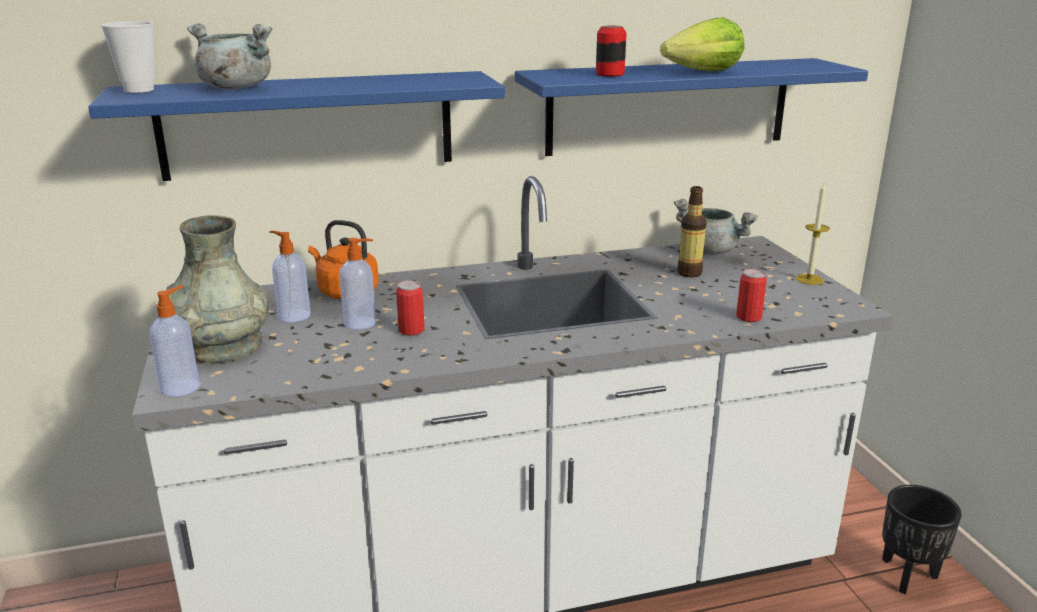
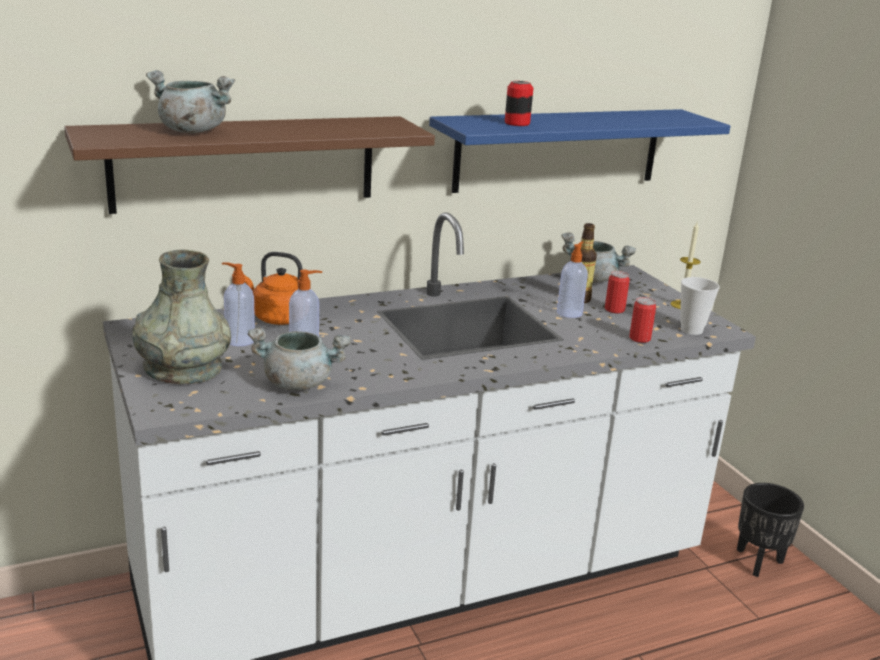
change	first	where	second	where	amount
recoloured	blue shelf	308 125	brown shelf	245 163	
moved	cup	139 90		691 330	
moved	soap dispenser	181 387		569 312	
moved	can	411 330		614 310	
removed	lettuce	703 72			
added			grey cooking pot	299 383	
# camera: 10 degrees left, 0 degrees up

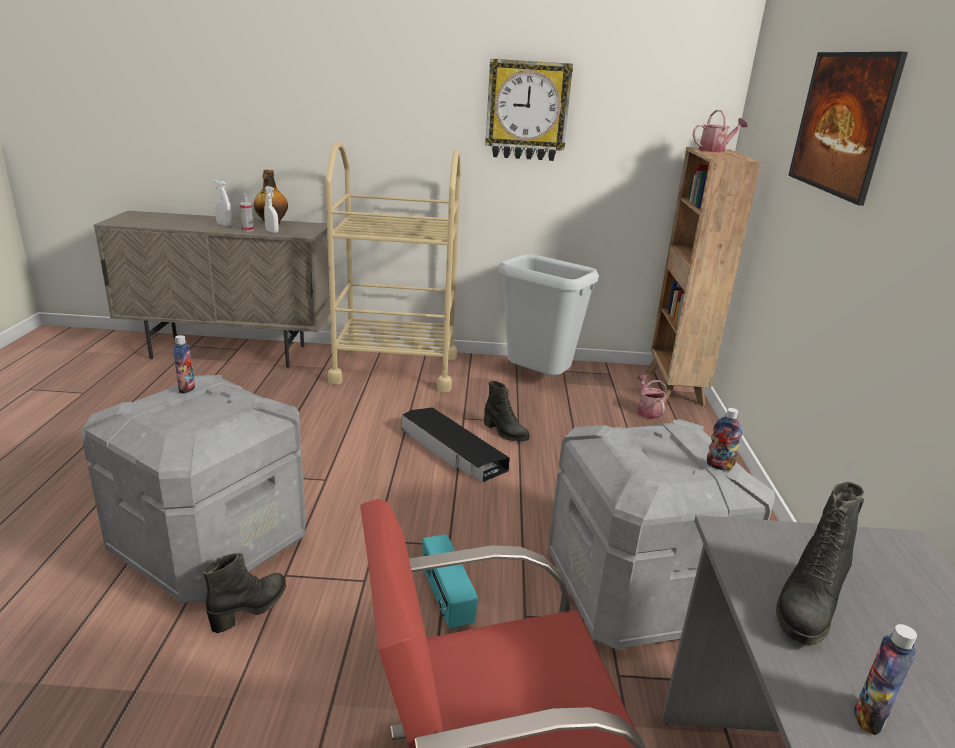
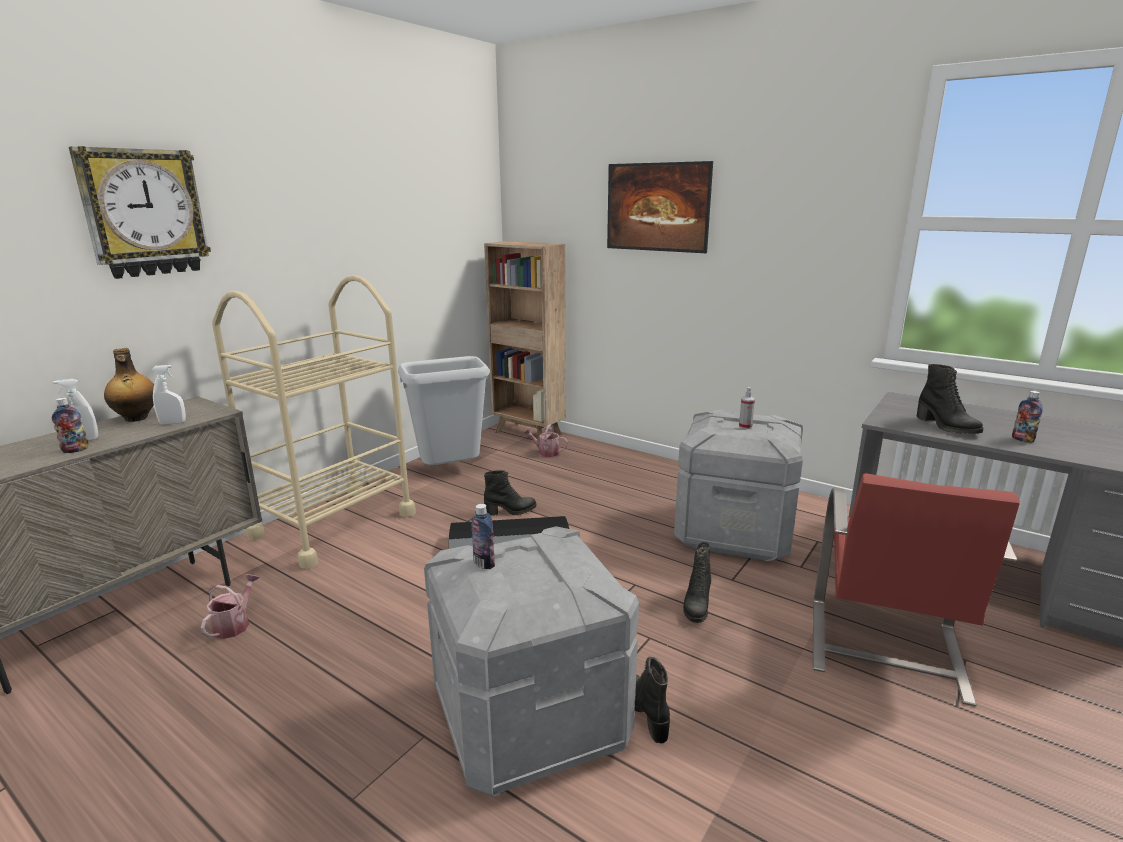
change	first	where	second	where	amount
moved	spray bottle	247 230		745 426	
replaced	radio	446 599	black boot	696 606	
moved	wall clock	527 111		144 213	
moved	watering can	715 150		234 624	
moved	bottle	719 466		75 450	
# camera: 55 degrees left, 5 degrees down

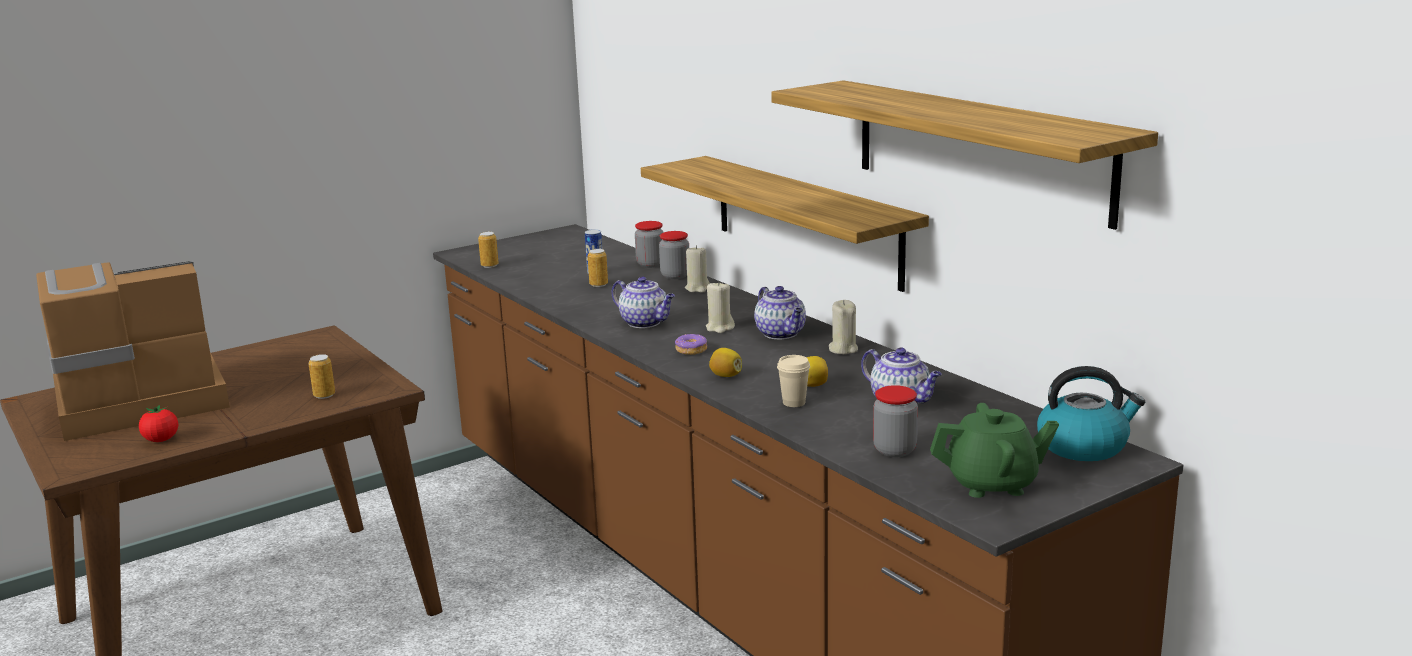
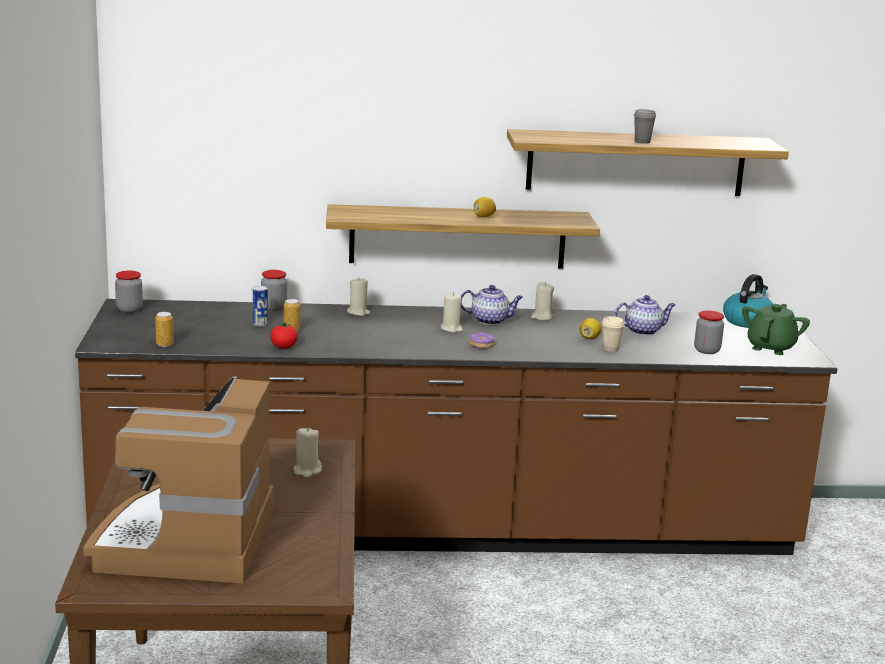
change	first	where	second	where	amount
moved	tomato	161 440		283 347	
replaced	can	324 395	beige candle	307 471	
removed	teapot	645 323			
moved	jar	675 275		129 309	
moved	lemon	726 376		483 217	
added			grey cup	642 142	
# camera: 60 degrees left, 0 degrees up

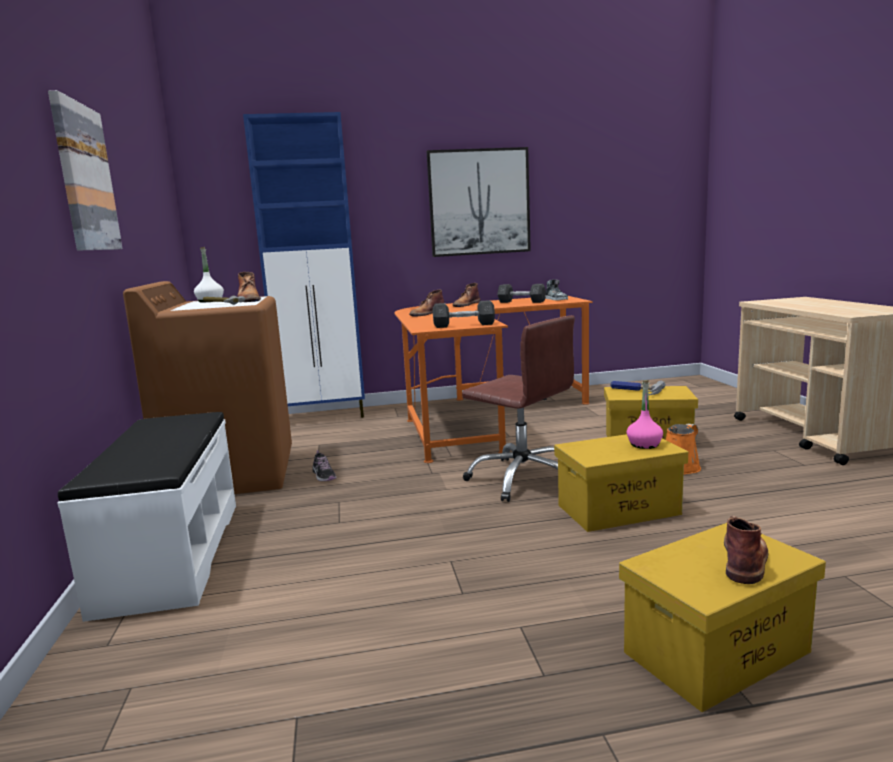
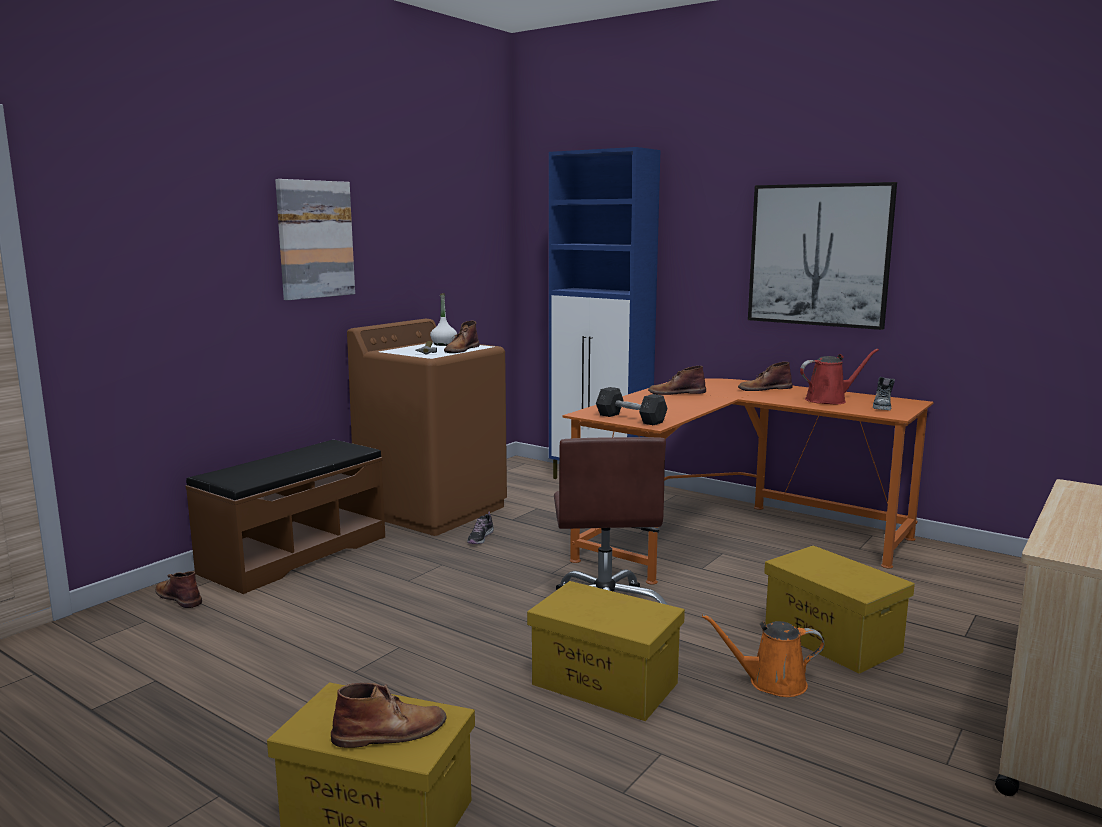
change	first	where	second	where	amount
recoloured	white bench	170 554	brown bench	294 554	
replaced	grey dumbbell	521 302	red watering can	829 400	
removed	hammer	634 391			
removed	pink bottle	644 444			
added			brown boot	179 597	
# camera: 45 degrees right, 0 degrees up

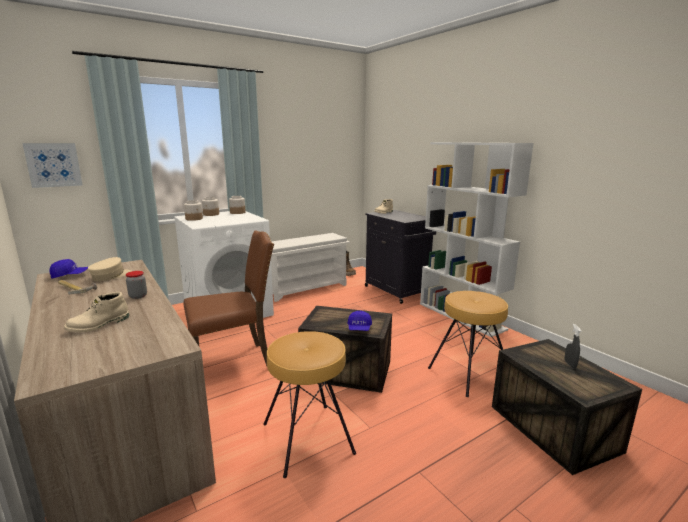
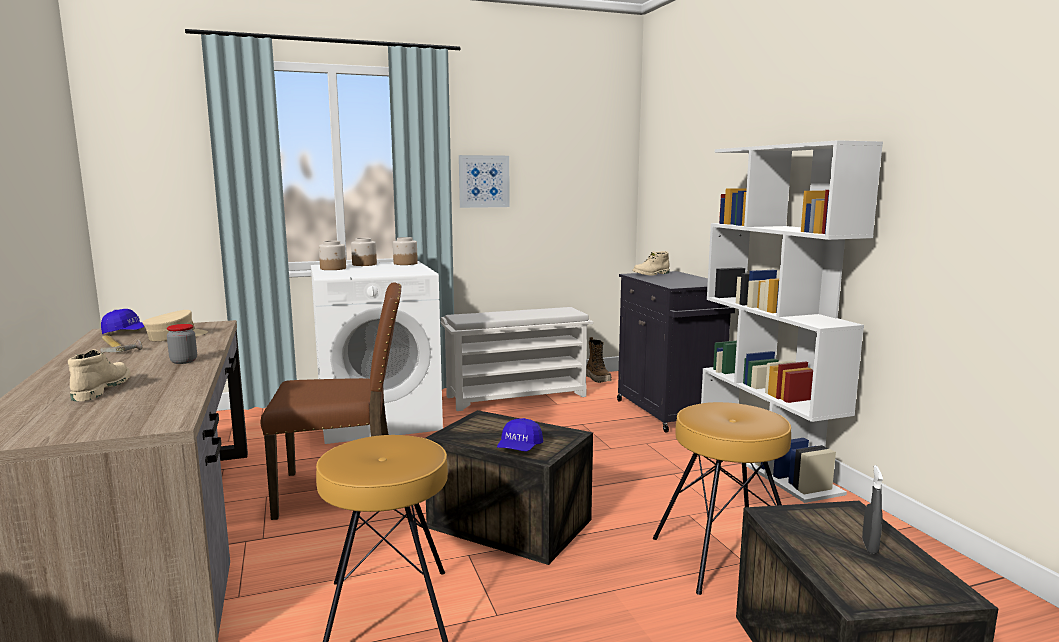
change	first	where	second	where	amount
moved	picture	53 165		484 181	
turned	beige boot	99 325		100 389	120 degrees clockwise
# camera: 15 degrees right, 5 degrees down

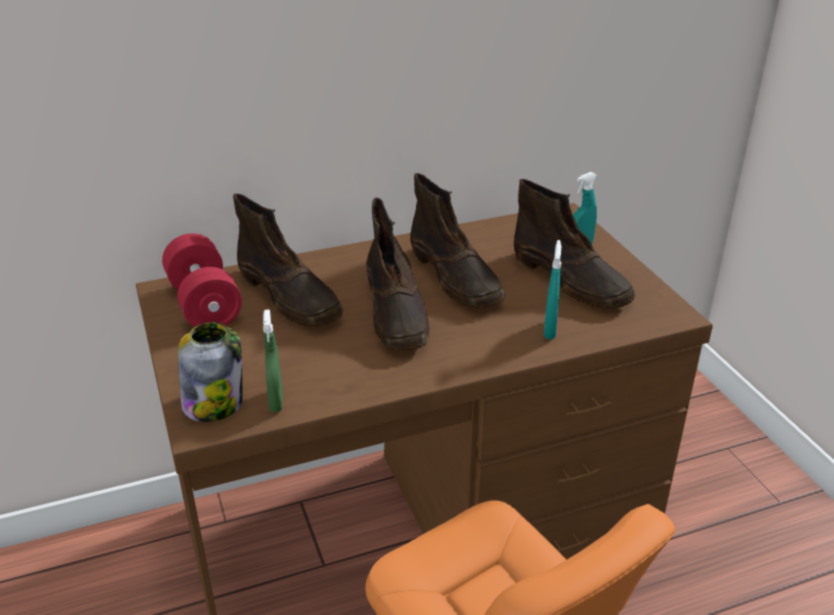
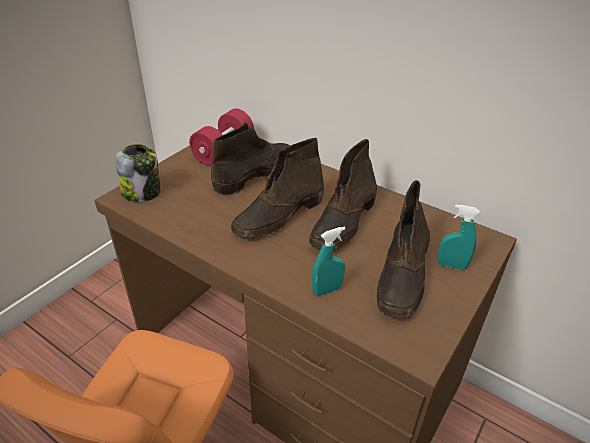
change	first	where	second	where	amount
turned	brown boot	290 297		256 173	150 degrees counterclockwise
removed	green spray bottle	276 401			
# camera: 55 degrees right, 5 degrees up

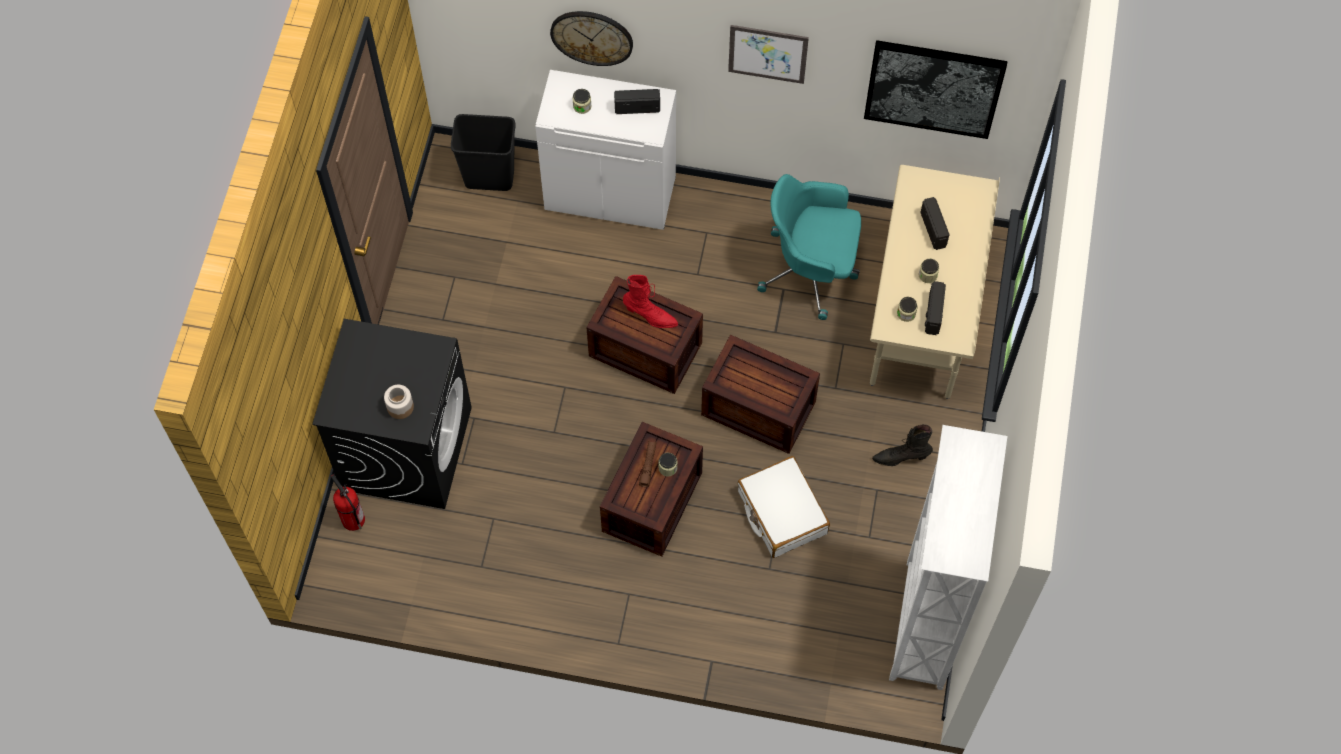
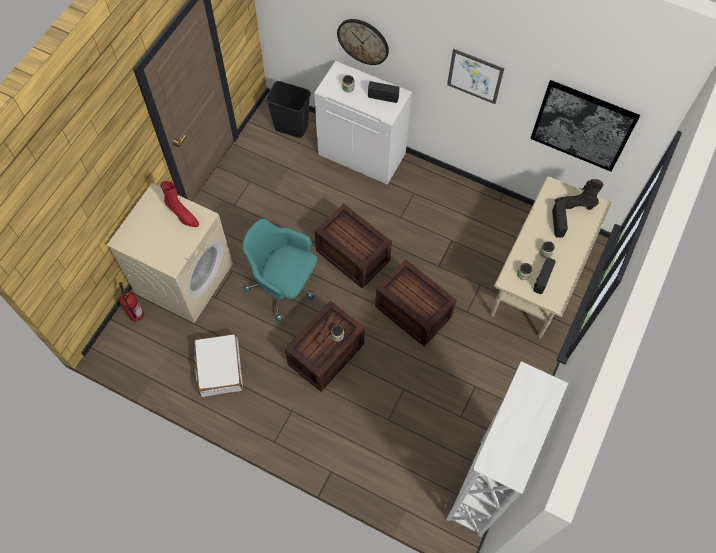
change	first	where	second	where	amount
recoloured	black washing machine	406 447	beige washing machine	184 278	
removed	jar	400 407			
moved	red boot	650 316		183 216	
moved	white suitcase	781 512		219 368	
moved	turquoise office chair	811 270		284 286	
moved	black boot	901 457		574 205	
# camera: 15 degrees right, 0 degrees up

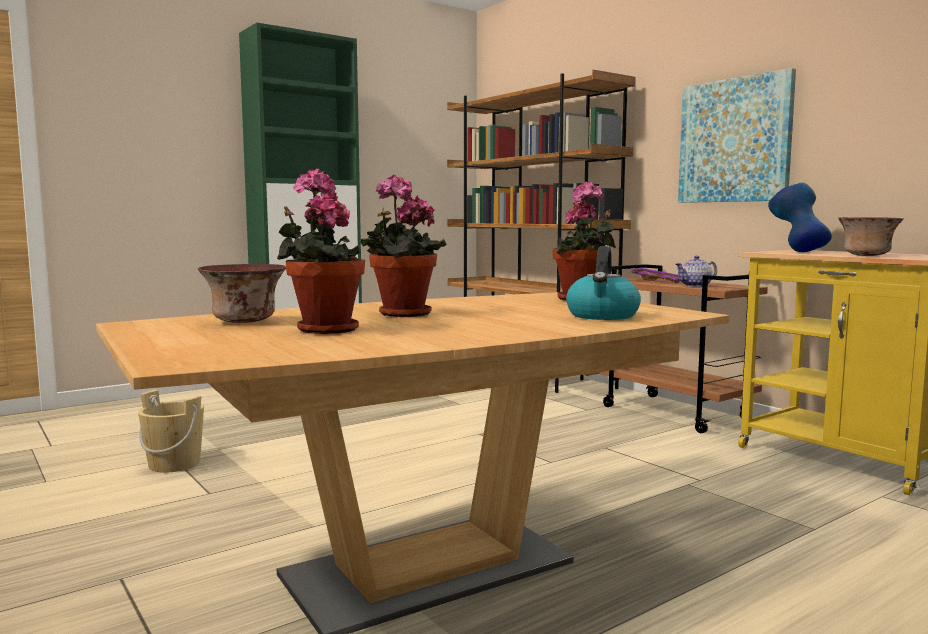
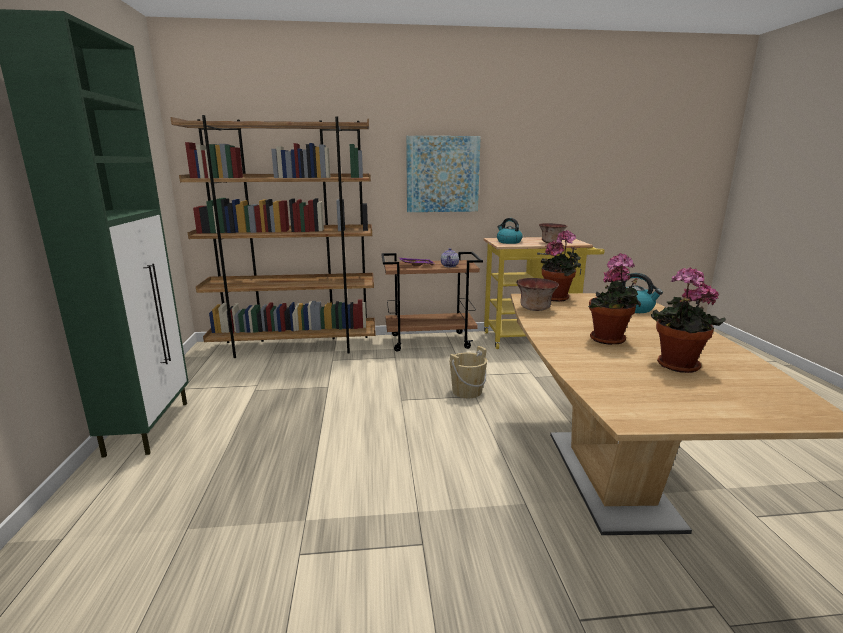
change	first	where	second	where	amount
moved	beige bucket	174 464		467 391	
moved	bowl	245 321		534 309	
replaced	blue vase	797 251	kettle	508 242	
# camera: 60 degrees left, 10 degrees up

